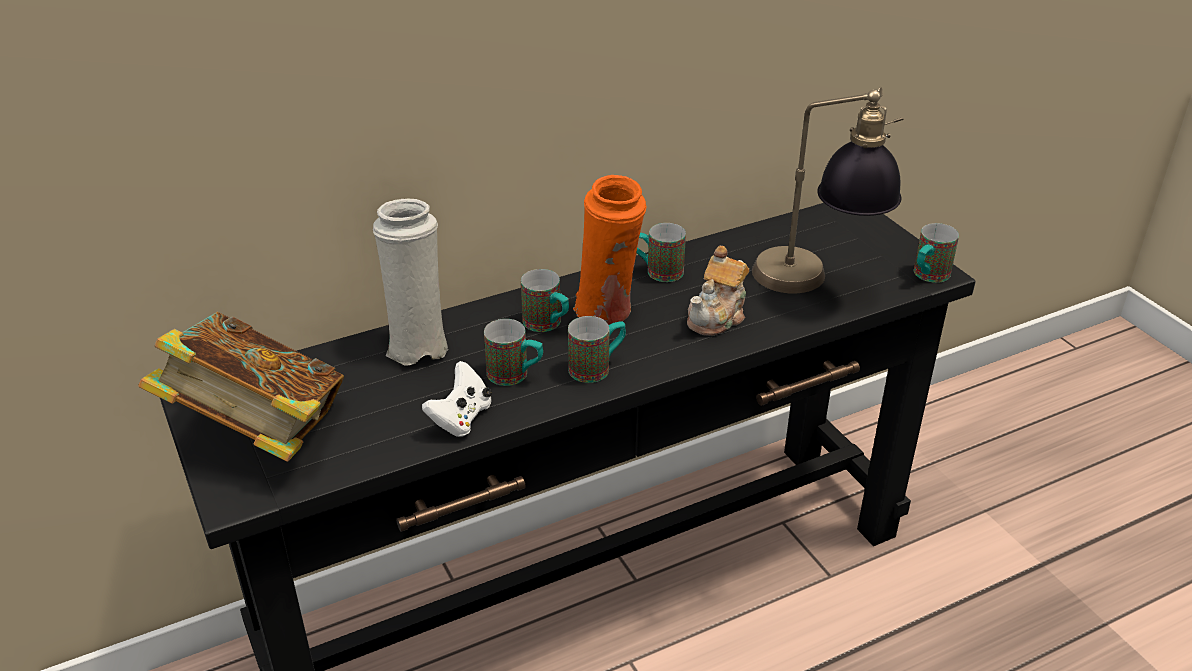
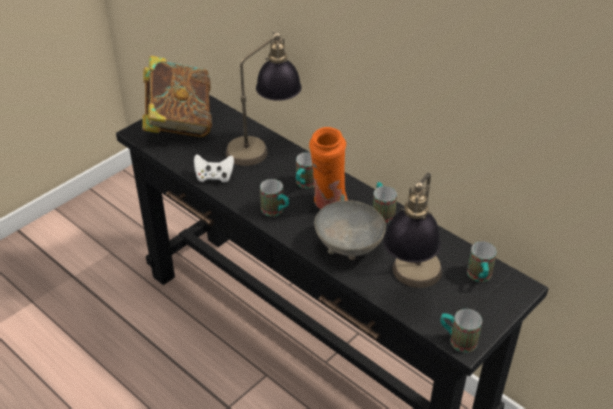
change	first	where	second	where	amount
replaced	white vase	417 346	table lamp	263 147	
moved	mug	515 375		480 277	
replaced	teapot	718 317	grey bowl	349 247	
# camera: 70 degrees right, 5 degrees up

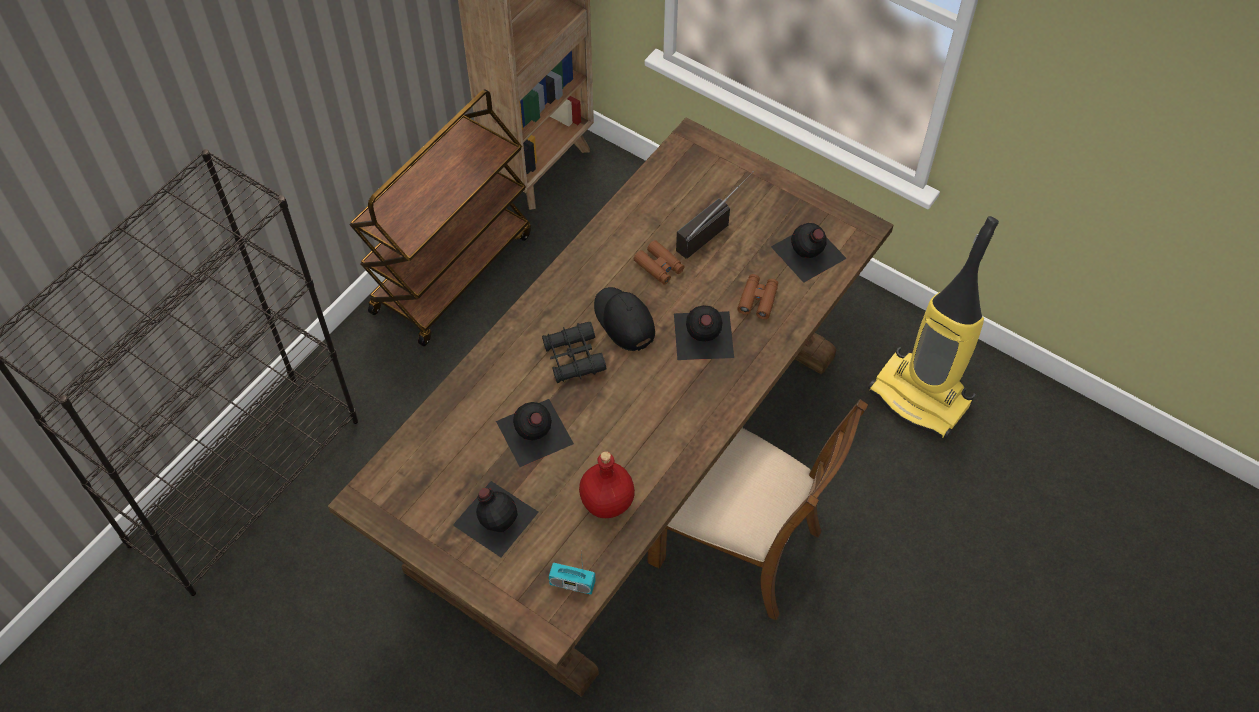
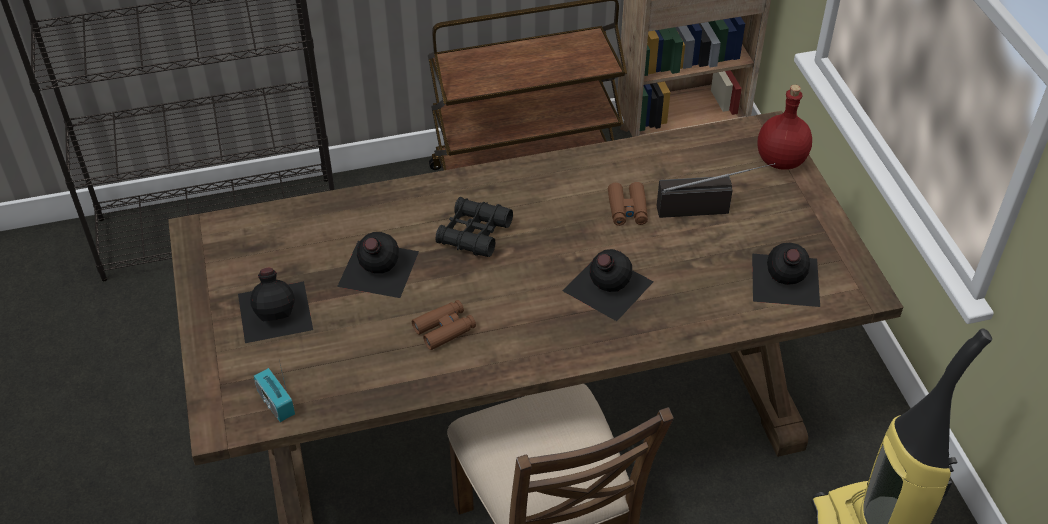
change	first	where	second	where	amount
moved	red bottle	607 501		781 160	
removed	black cap	623 321			
moved	brown binoculars	758 300		444 329	
# camera: 40 degrees right, 10 degrees down

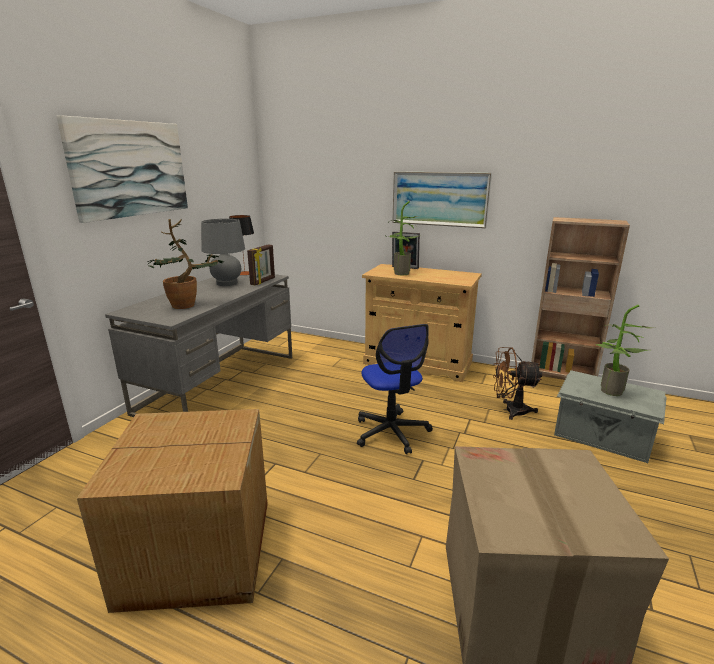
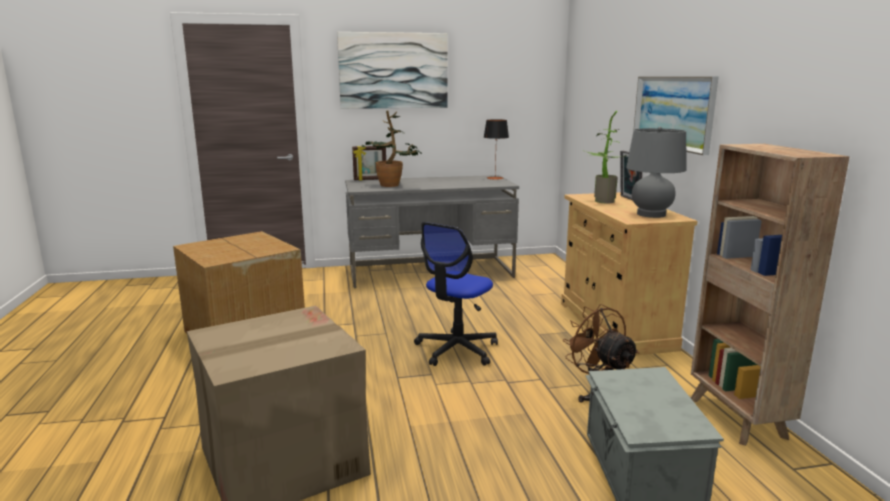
change	first	where	second	where	amount
moved	grey table lamp	227 283		651 214	
moved	picture frame	263 281		370 179	
removed	potted plant	609 392			
# camera: 55 degrees right, 5 degrees down

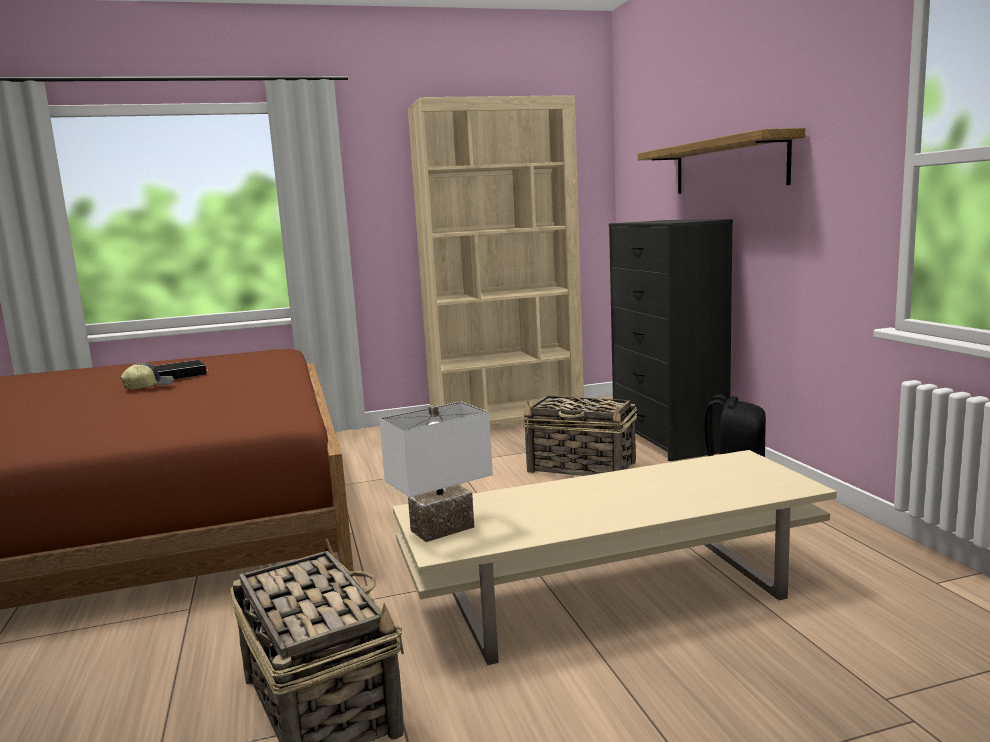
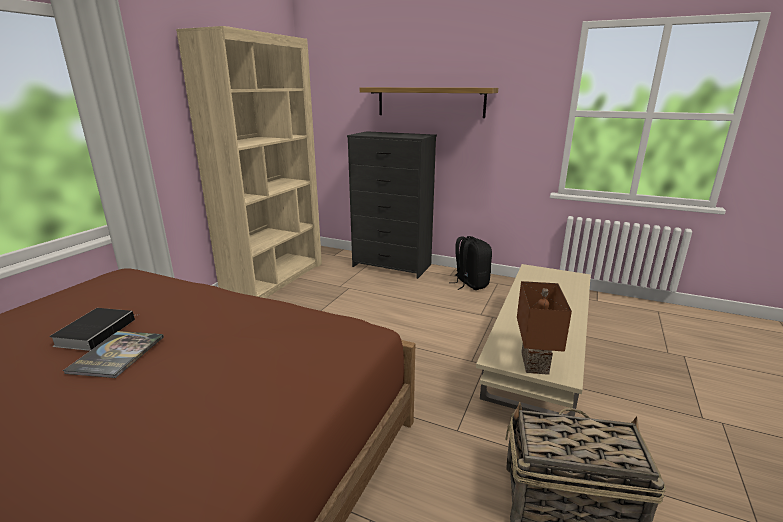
change	first	where	second	where	amount
replaced	cap	149 386	book	117 354	
recoloured	white table lamp	443 530	brown table lamp	536 363	
removed	basket	582 467			
# camera: 50 degrees left, 10 degrees up

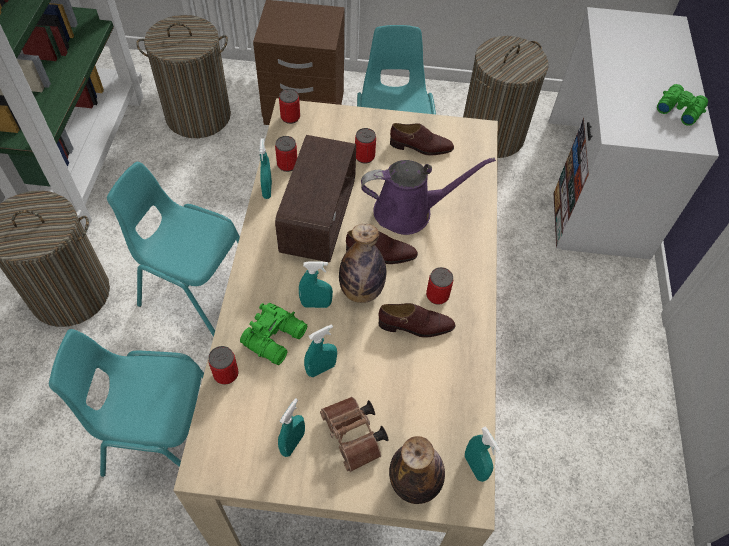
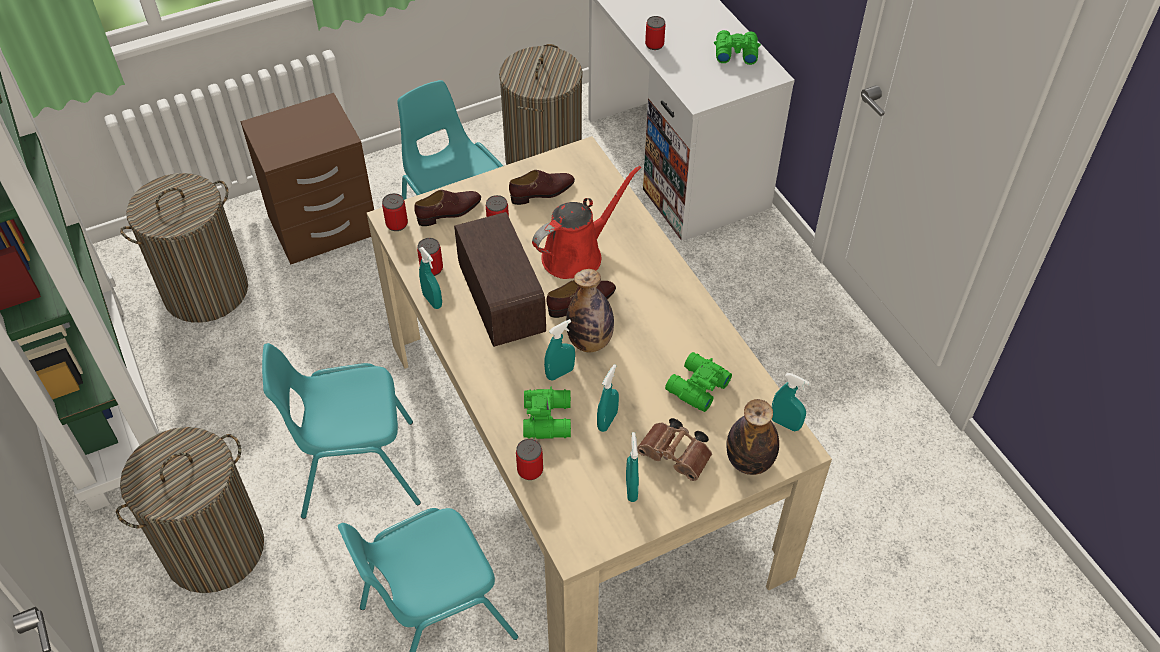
change	first	where	second	where	amount
recoloured	purple watering can	409 211	red watering can	577 254	
moved	brown shoe	416 326		449 212	
moved	can	437 295		654 44	
added			green binoculars	695 387	
# camera: 30 degrees left, 5 degrees down

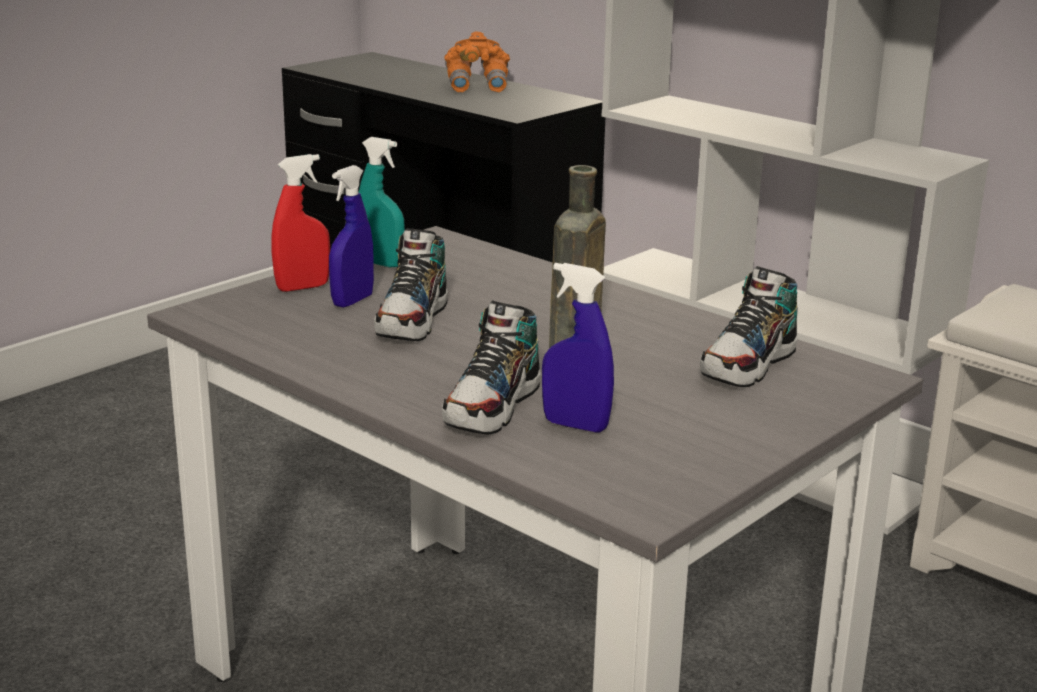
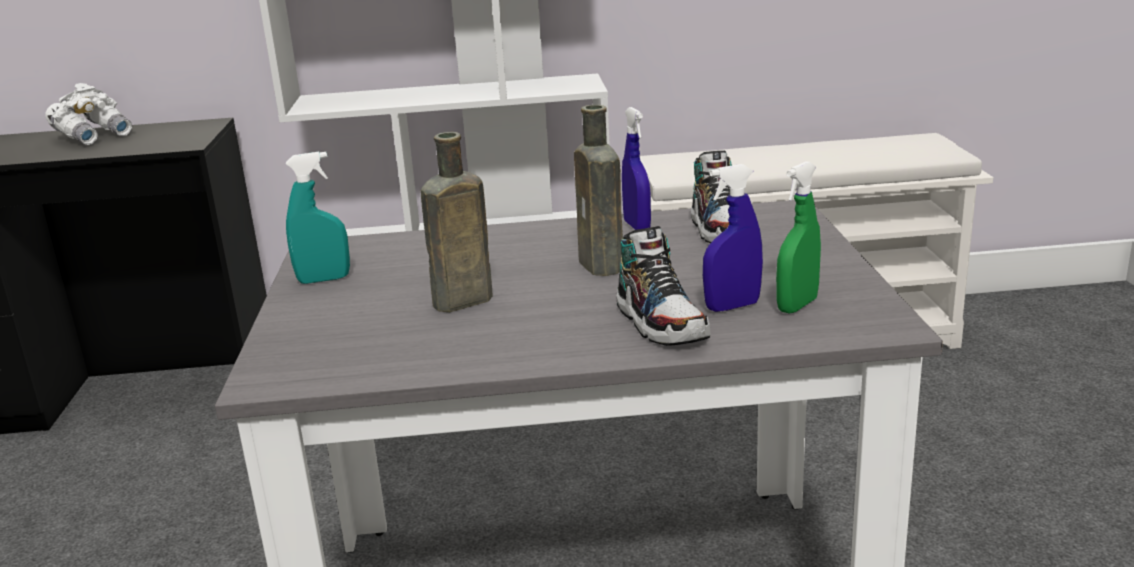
change	first	where	second	where	amount
removed	red spray bottle	303 287			
moved	blue spray bottle	352 301		637 226	
replaced	shoe	412 321	brown bottle	459 302	
recoloured	orange binoculars	478 86	white binoculars	94 137	
added			green spray bottle	797 306	
# camera: 45 degrees left, 0 degrees up

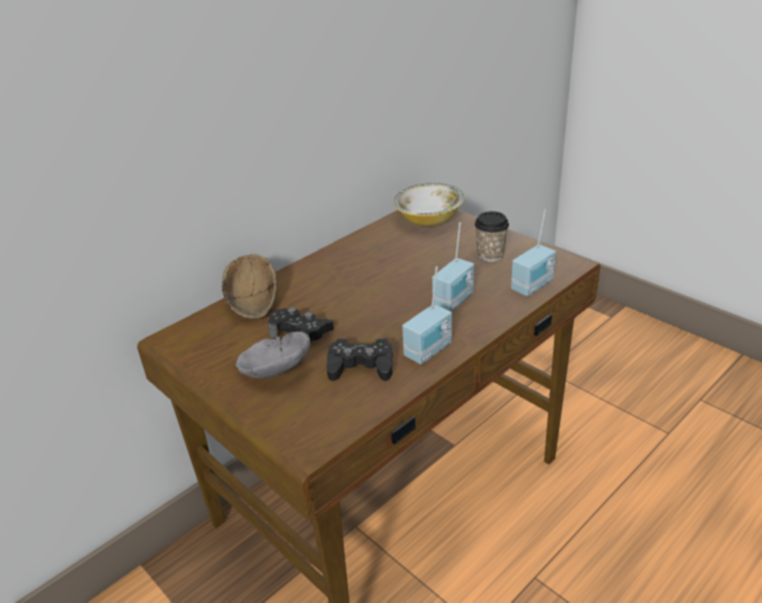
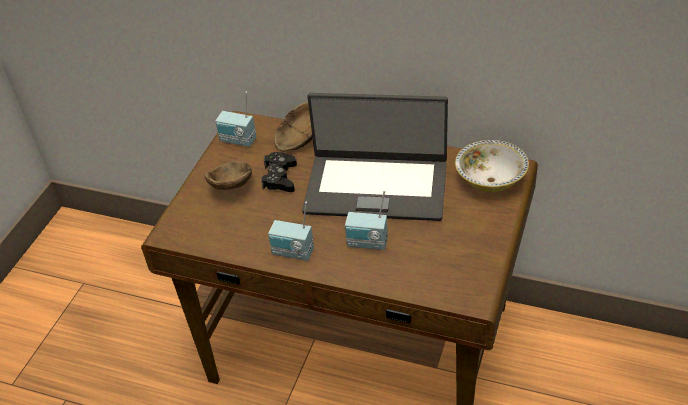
change	first	where	second	where	amount
recoloured	grey bowl	274 370	brown bowl	232 185	
removed	black game controller	361 366			
removed	cup	490 255			
moved	radio	533 286		238 141	
added			laptop	376 186	
# camera: 65 degrees right, 10 degrees up

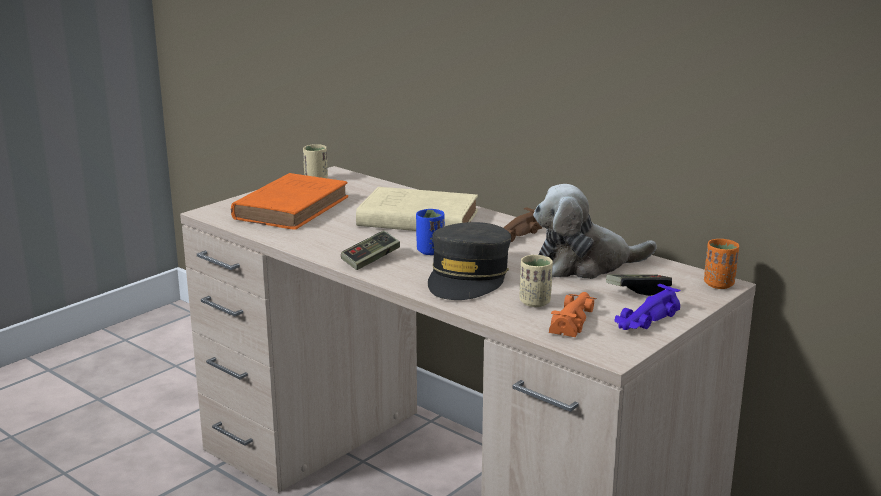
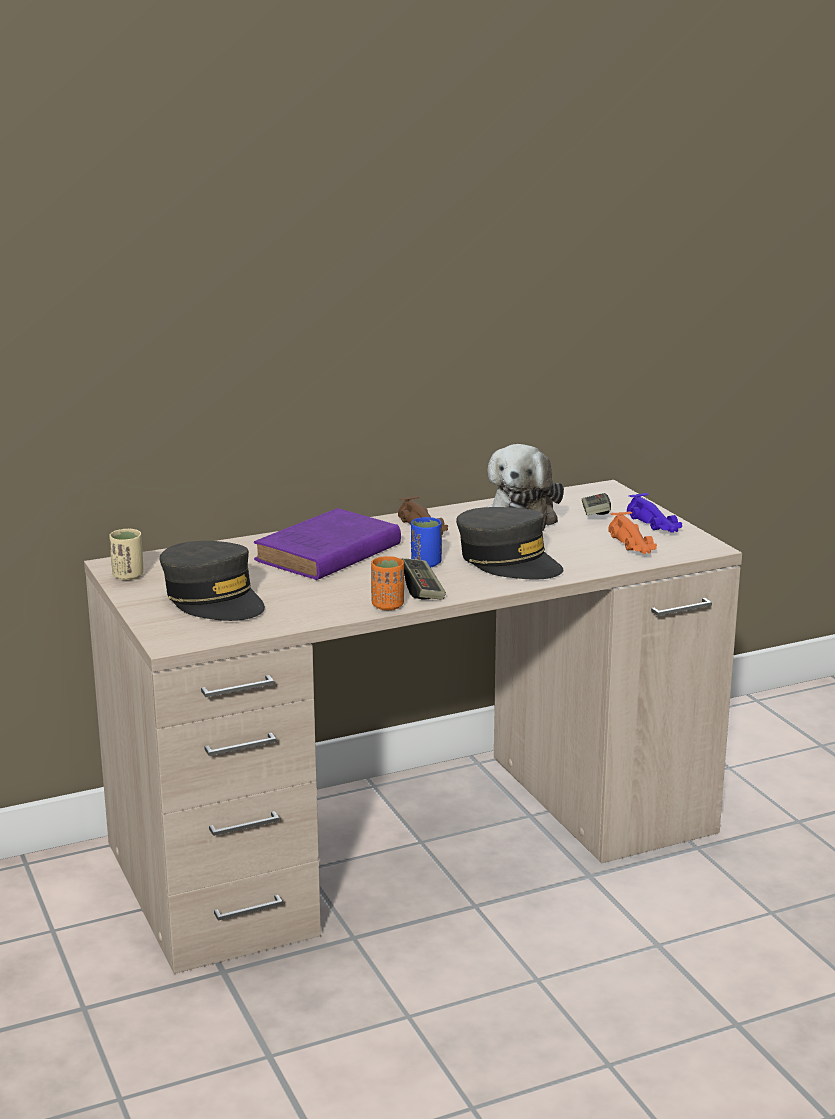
change	first	where	second	where	amount
replaced	orange book	293 207	grey cap	214 599	
recoloured	beige book	414 218	purple book	325 554	
removed	beige cup	535 302			
turned	orange toy car	573 319		632 545	150 degrees counterclockwise
moved	orange cup	719 284		387 605	
# camera: 65 degrees left, 0 degrees up

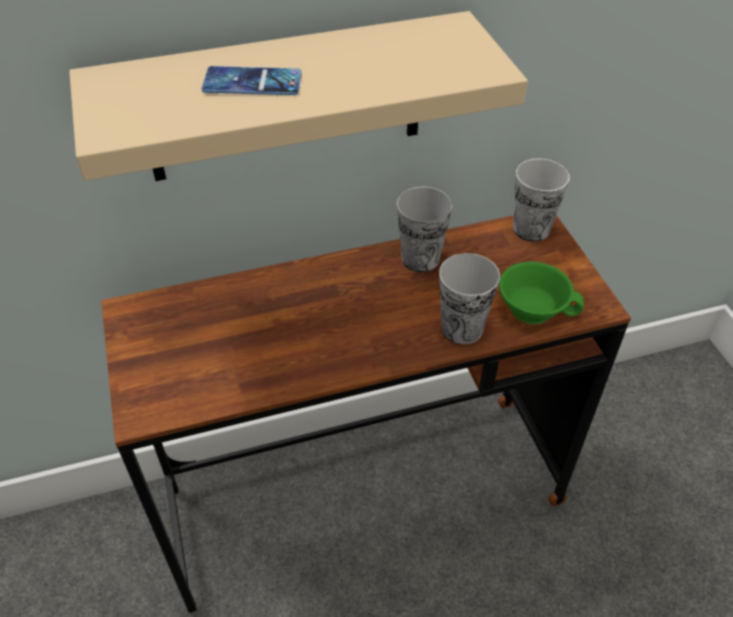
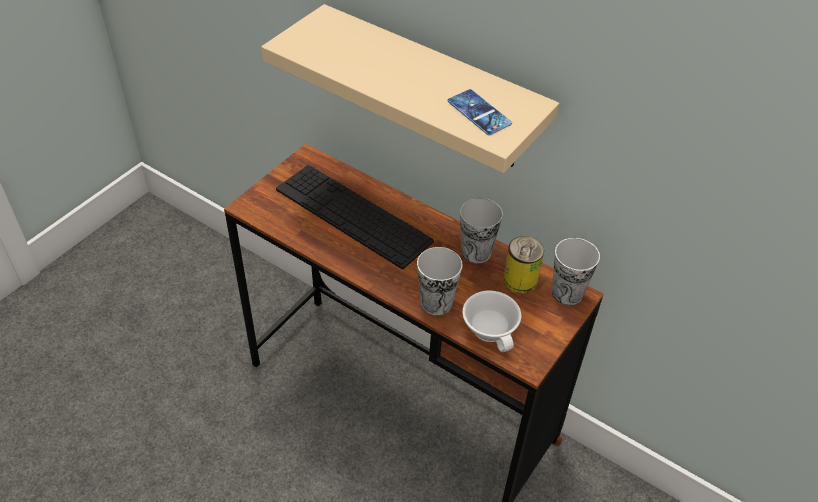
change	first	where	second	where	amount
moved	phone	252 82		479 112	
recoloured	green cup	534 307	white cup	492 329	
added			keyboard	353 215	
added			can	520 280	
# camera: 50 degrees right, 0 degrees up

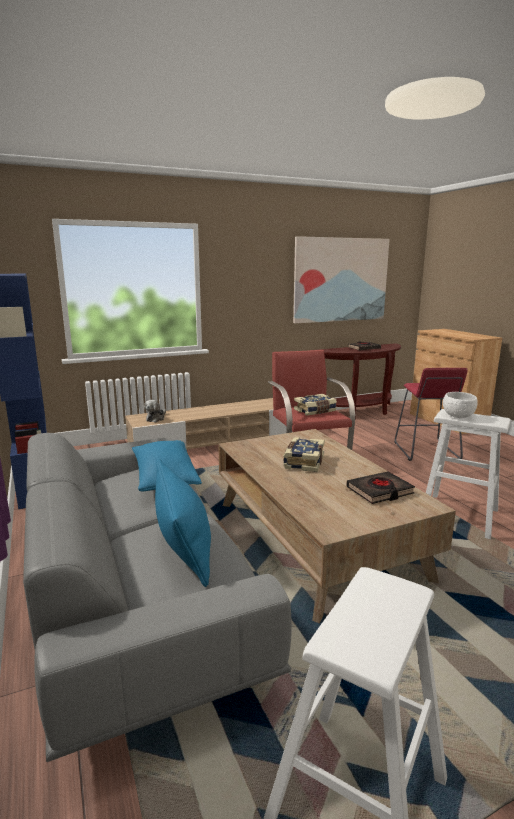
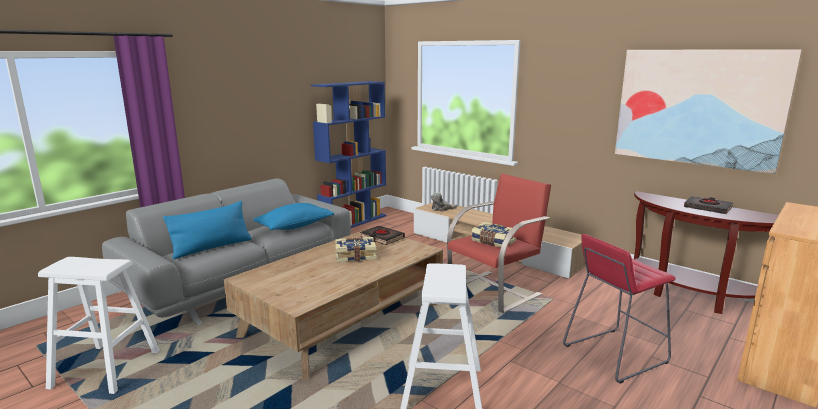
change	first	where	second	where	amount
moved	black book	380 491		382 238	
removed	white bowl	457 416			
# camera: 65 degrees right, 0 degrees up

